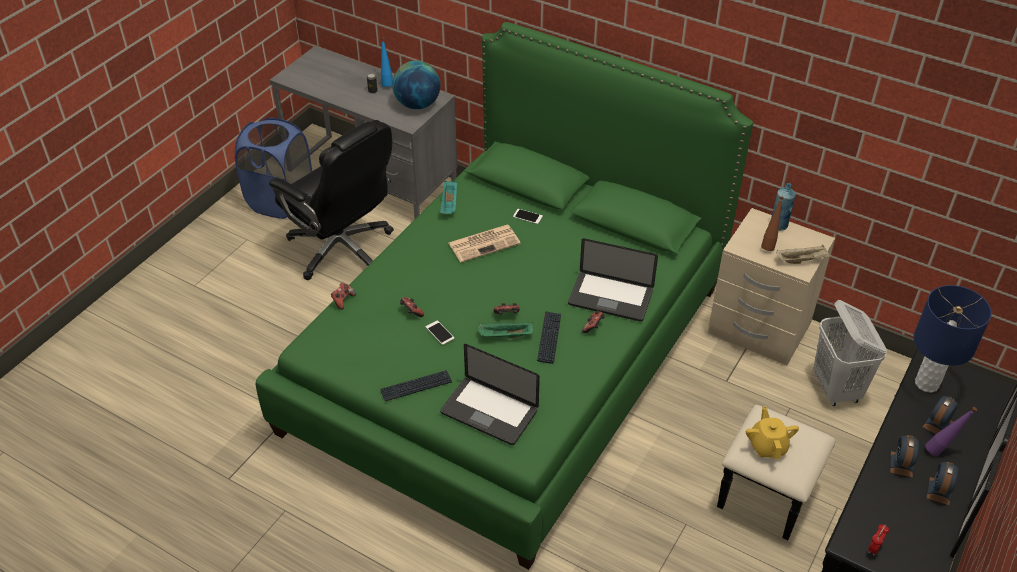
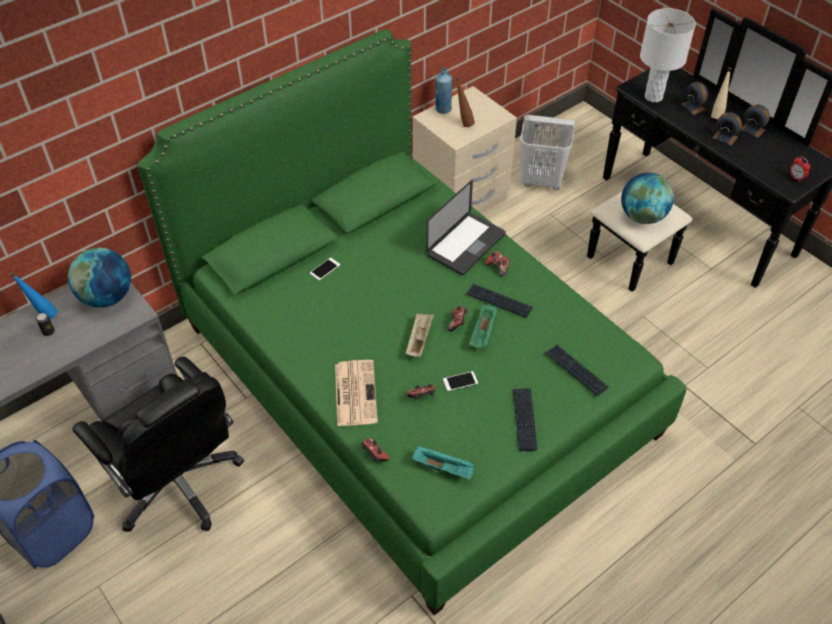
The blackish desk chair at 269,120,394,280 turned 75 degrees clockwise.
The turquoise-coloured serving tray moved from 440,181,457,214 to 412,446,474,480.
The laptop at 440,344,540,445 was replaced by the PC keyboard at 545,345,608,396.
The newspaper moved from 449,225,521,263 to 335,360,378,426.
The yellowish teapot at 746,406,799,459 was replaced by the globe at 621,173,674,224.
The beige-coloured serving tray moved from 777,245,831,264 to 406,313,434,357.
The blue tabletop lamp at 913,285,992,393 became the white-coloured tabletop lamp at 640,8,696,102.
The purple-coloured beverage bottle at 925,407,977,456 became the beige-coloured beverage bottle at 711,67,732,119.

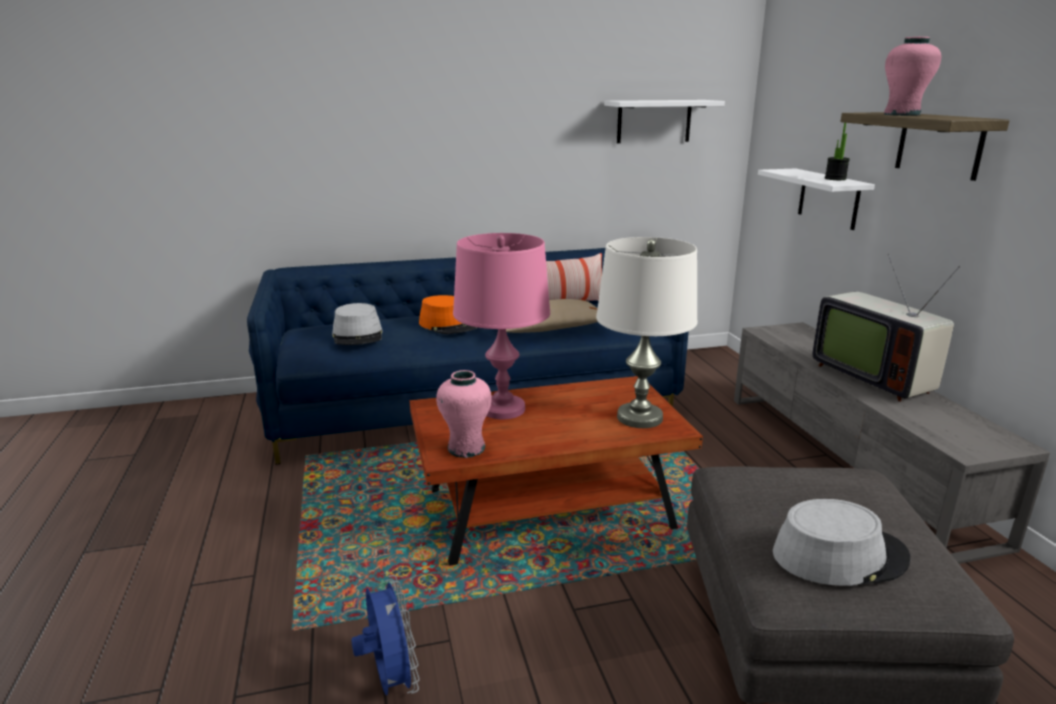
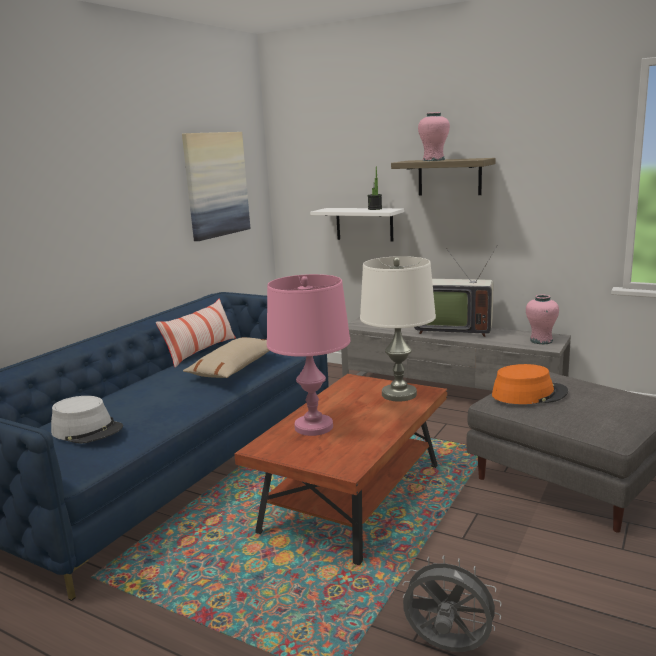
The blue fan at 351,575,420,695 became the gray fan at 402,555,502,652.
The orange hat moved from 419,295,478,334 to 492,364,568,404.
The pink decorative vase moved from 436,370,492,458 to 526,295,559,344.
The white-coloured bracket shelf at 604,100,725,143 was replaced by the wall art at 182,132,250,241.
The gray hat at 773,499,911,586 disappeared.

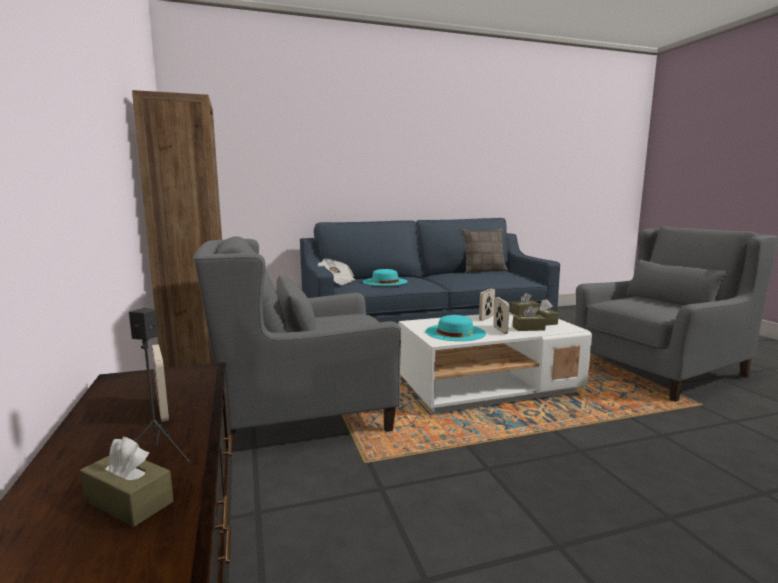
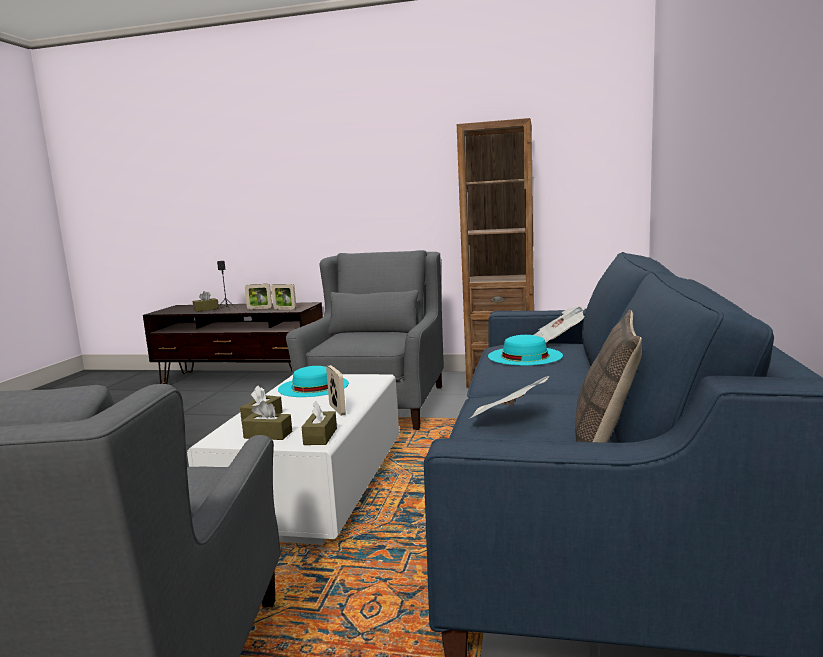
The photo frame moved from 493,297,510,334 to 271,284,296,310.
The newspaper at 469,376,549,419 appeared.

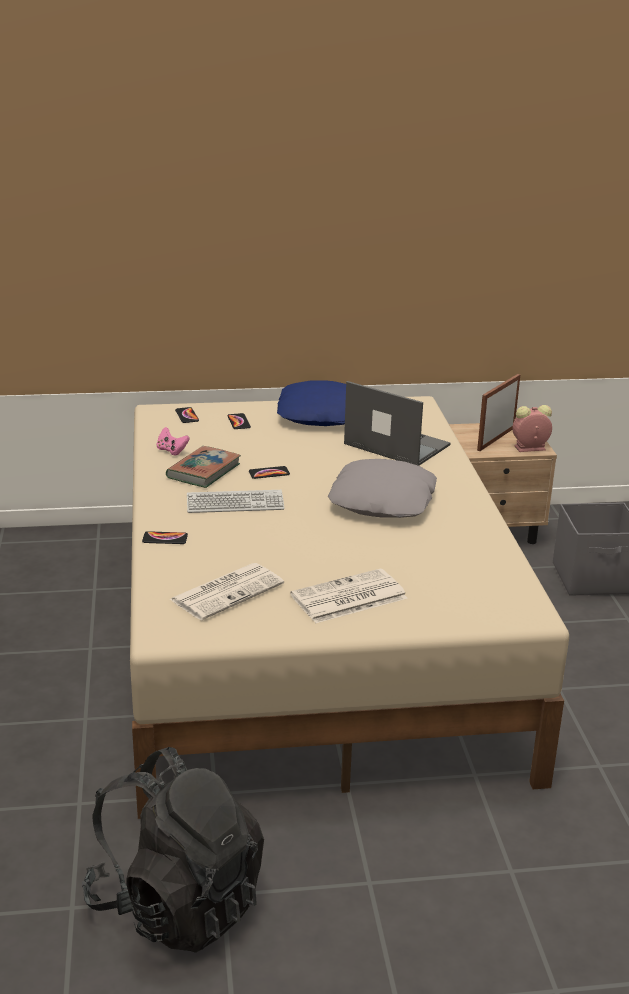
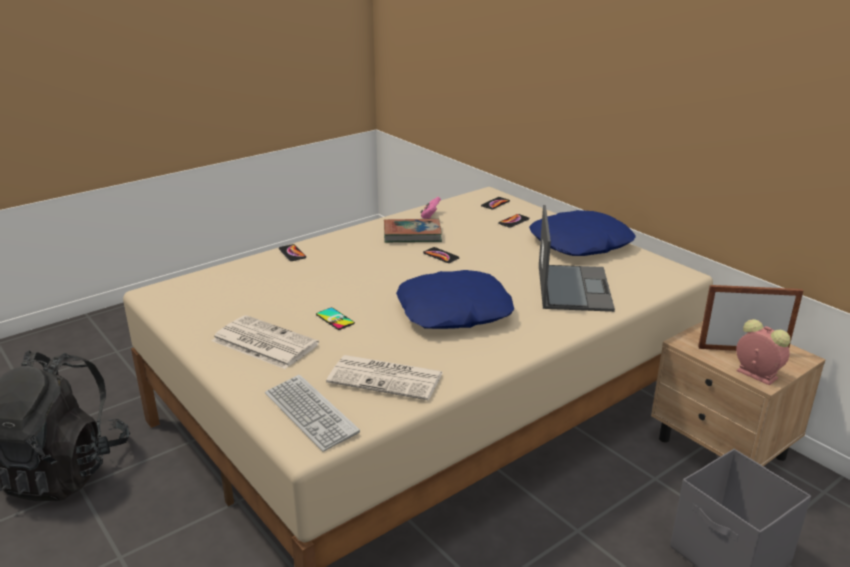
The newspaper moved from 169,563,284,621 to 326,355,443,400.
The PC keyboard moved from 187,490,285,513 to 265,375,360,452.
The gray throw pillow at 328,459,437,518 became the blue throw pillow at 396,270,514,329.
The phone at 316,308,355,330 appeared.

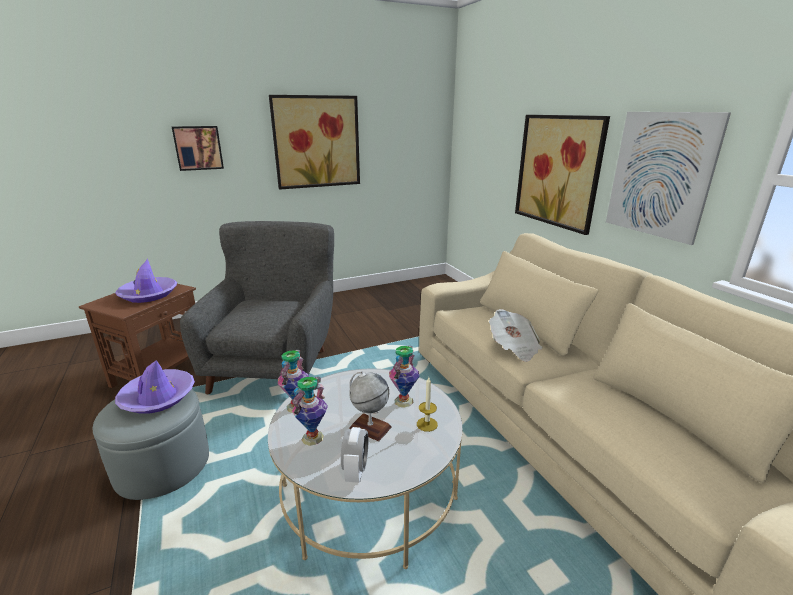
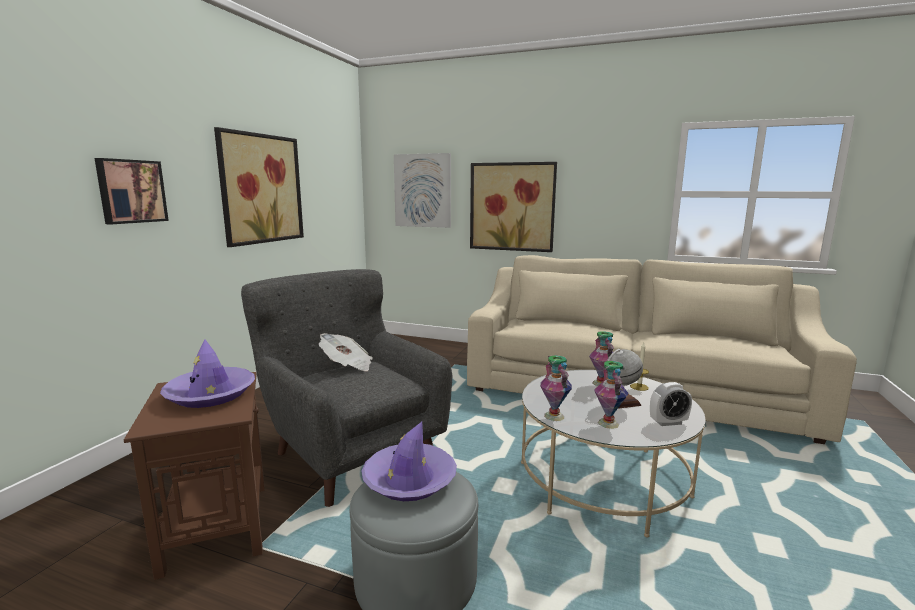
The table clock at 341,427,368,483 turned 120 degrees clockwise.
The newspaper moved from 489,309,543,362 to 319,333,373,371.
The wall art moved from 606,112,731,245 to 394,153,451,228.

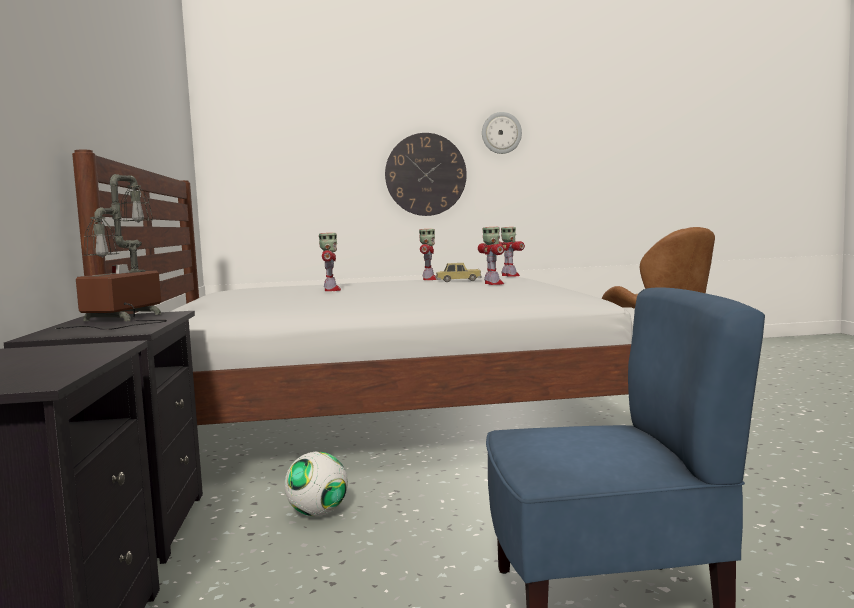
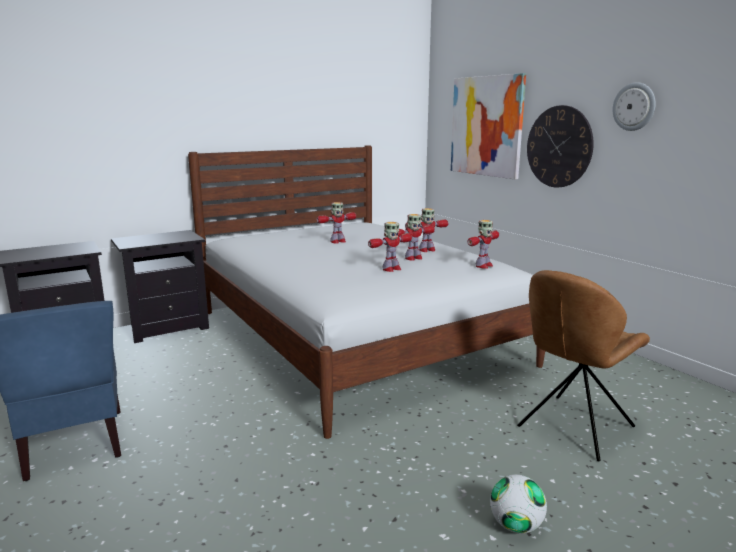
The tabletop lamp at 56,174,167,330 disappeared.
The football moved from 284,451,348,516 to 490,474,547,534.
The miniature car at 436,263,482,282 was replaced by the toy robot at 398,214,435,261.
The wall art at 451,73,526,179 appeared.

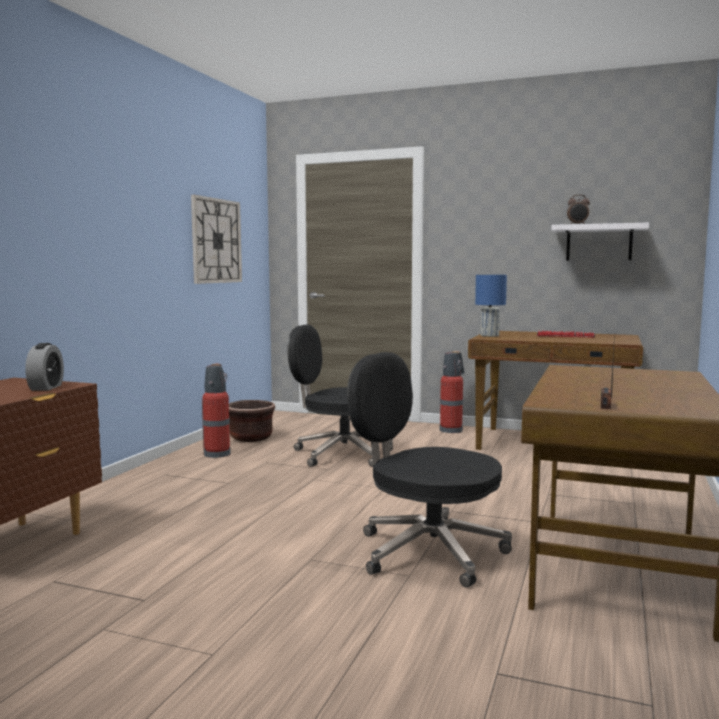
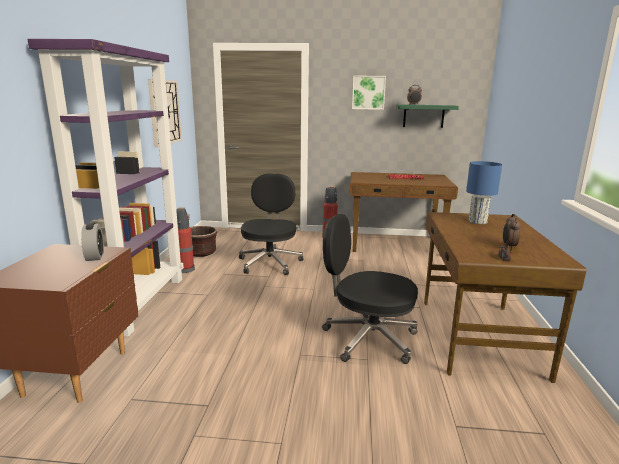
The blackish desk chair at 287,325,393,467 turned 90 degrees clockwise.
The blue tabletop lamp moved from 475,275,507,337 to 466,161,502,224.
The white-coloured bracket shelf at 551,223,649,261 became the greenish bracket shelf at 396,104,459,128.
The purple-coloured bookshelf at 28,39,184,337 appeared.
The wall art at 352,75,386,110 appeared.
The table clock at 503,214,521,249 appeared.

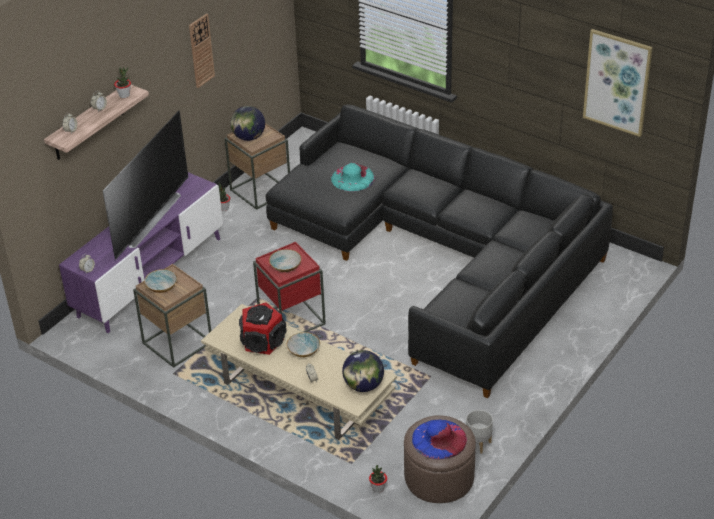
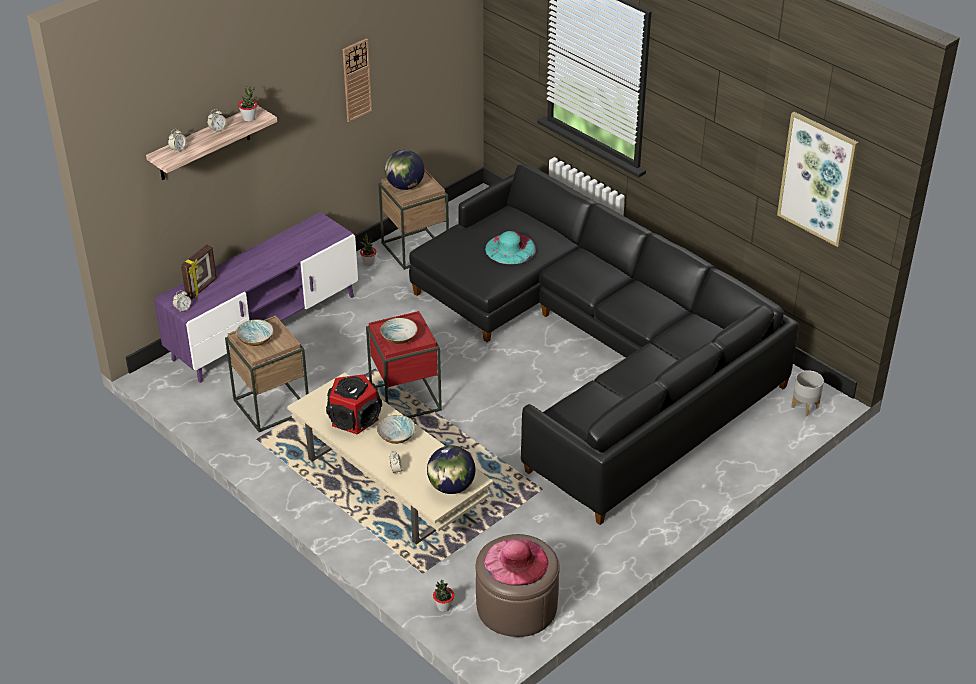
The TV at 103,111,188,260 disappeared.
The blue hat at 412,420,467,459 became the pink hat at 485,539,548,586.
The gray planter moved from 466,410,493,454 to 791,370,824,417.
The photo frame at 181,245,217,299 appeared.

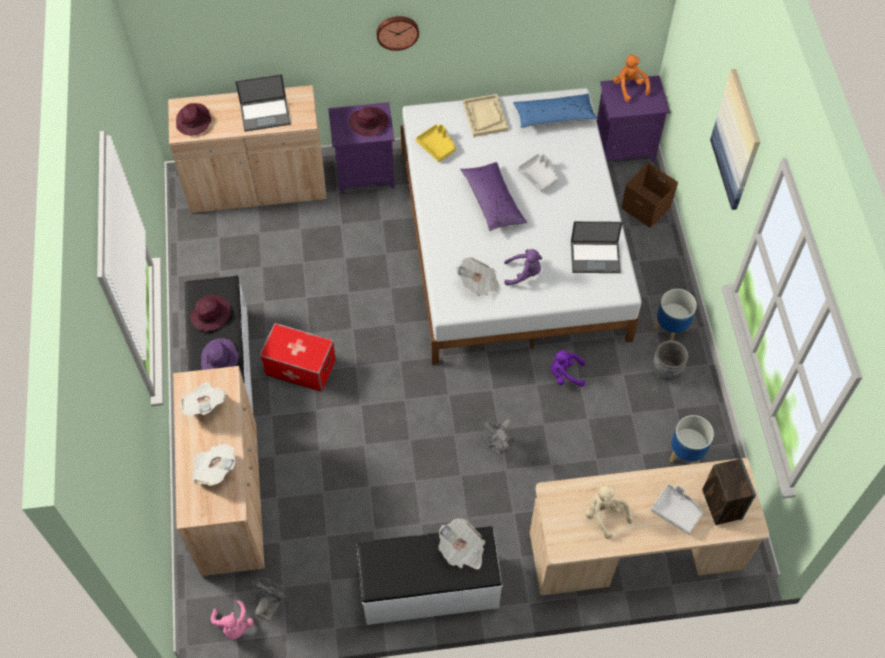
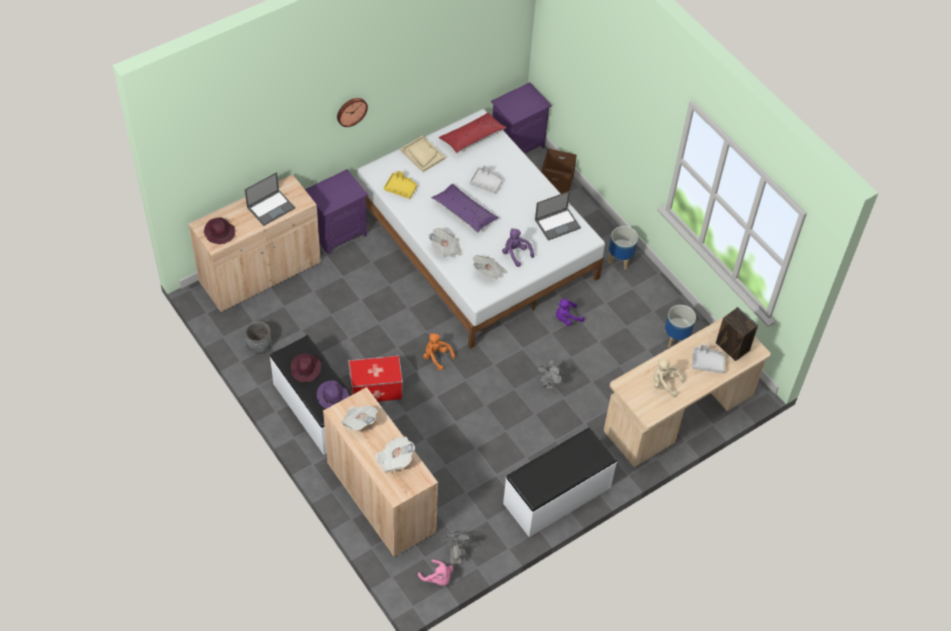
The purple-coloured hat at 349,107,388,137 disappeared.
The newspaper moved from 438,518,485,569 to 429,228,463,257.
The purple-coloured soft toy at 504,249,542,285 turned 105 degrees counterclockwise.
The blue throw pillow at 513,94,598,128 became the red throw pillow at 439,113,507,153.
The orange soft toy moved from 613,54,650,102 to 423,333,455,370.
The gray planter moved from 652,340,688,380 to 245,321,272,354.
The wall art at 710,69,760,210 disappeared.

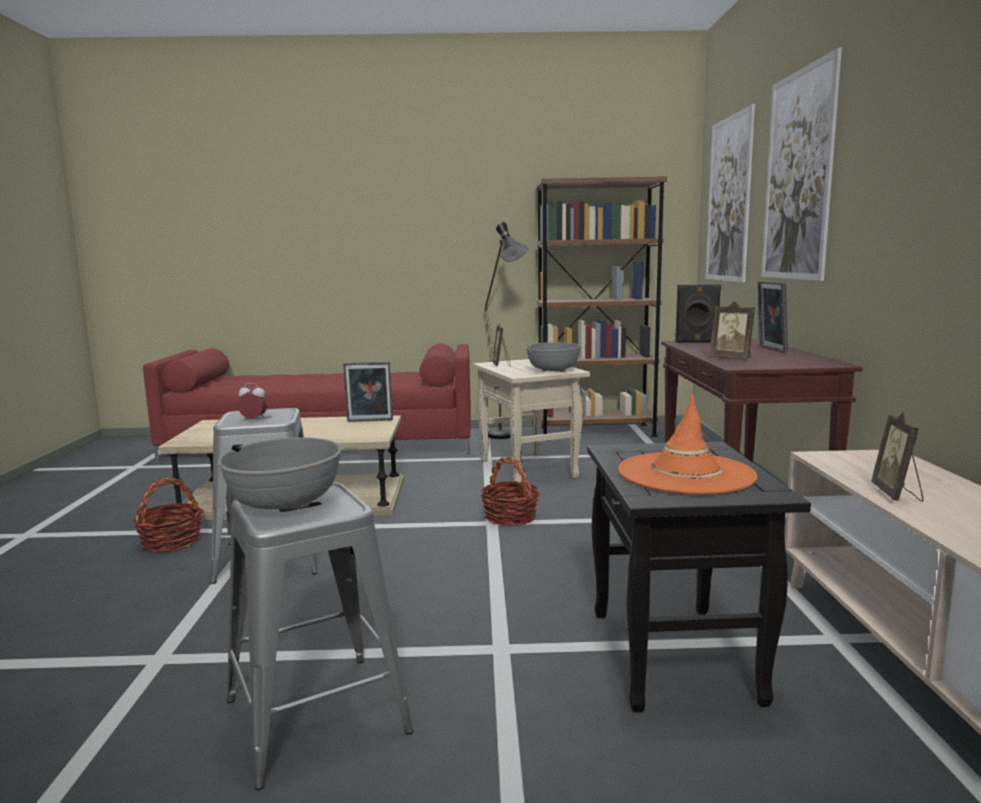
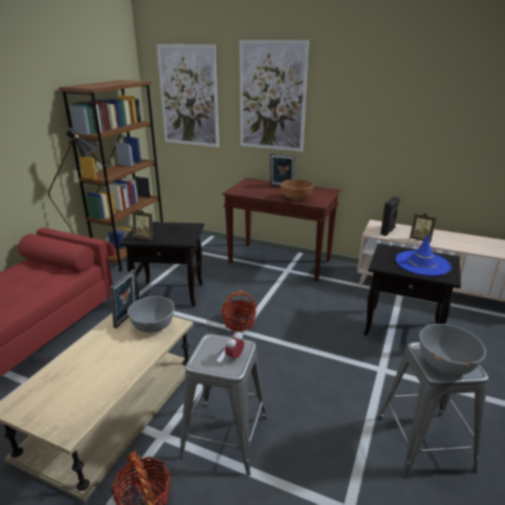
The beige-coloured end table at 473,359,590,482 became the blackish end table at 120,222,204,307.
The gray bowl moved from 526,342,581,372 to 127,296,175,333.
The orange hat at 618,394,757,495 became the blue hat at 396,234,452,276.
The blackish loudspeaker moved from 675,284,721,343 to 381,196,400,236.
The photo frame at 710,301,755,358 was replaced by the brown bowl at 280,179,314,201.

